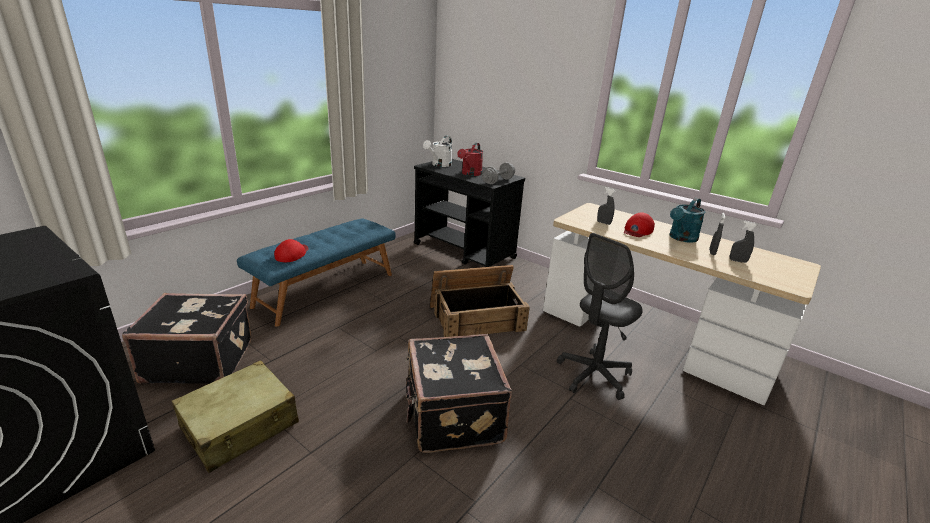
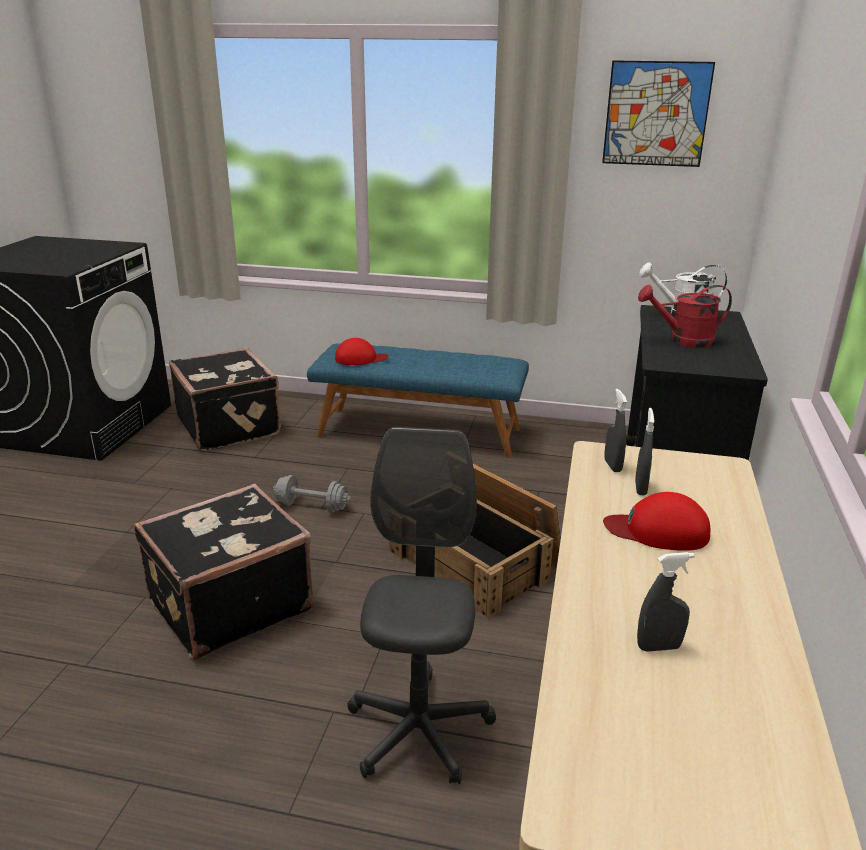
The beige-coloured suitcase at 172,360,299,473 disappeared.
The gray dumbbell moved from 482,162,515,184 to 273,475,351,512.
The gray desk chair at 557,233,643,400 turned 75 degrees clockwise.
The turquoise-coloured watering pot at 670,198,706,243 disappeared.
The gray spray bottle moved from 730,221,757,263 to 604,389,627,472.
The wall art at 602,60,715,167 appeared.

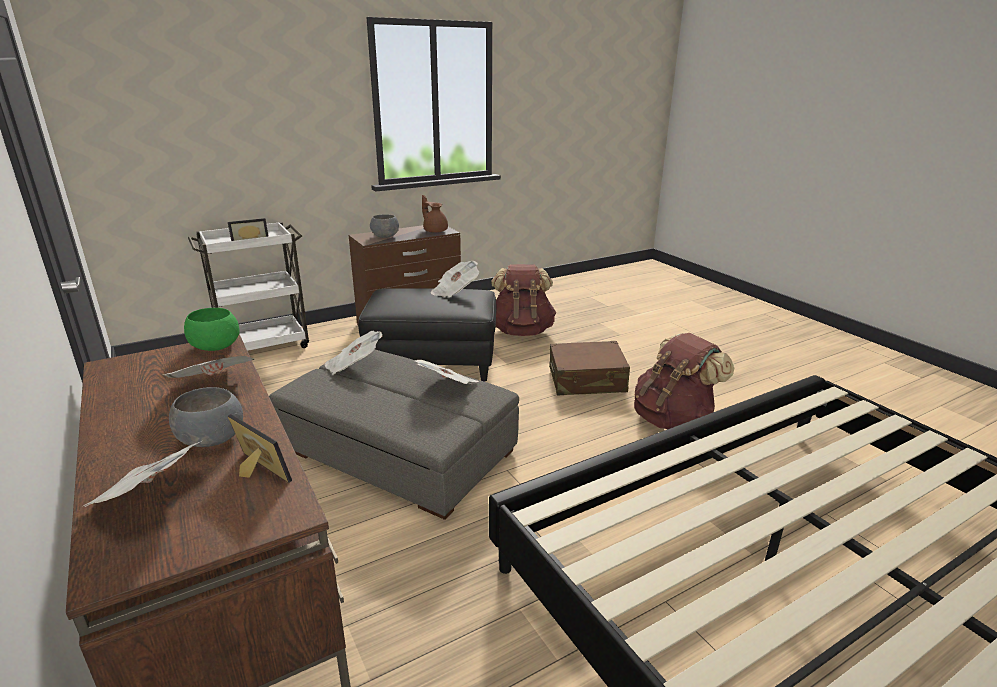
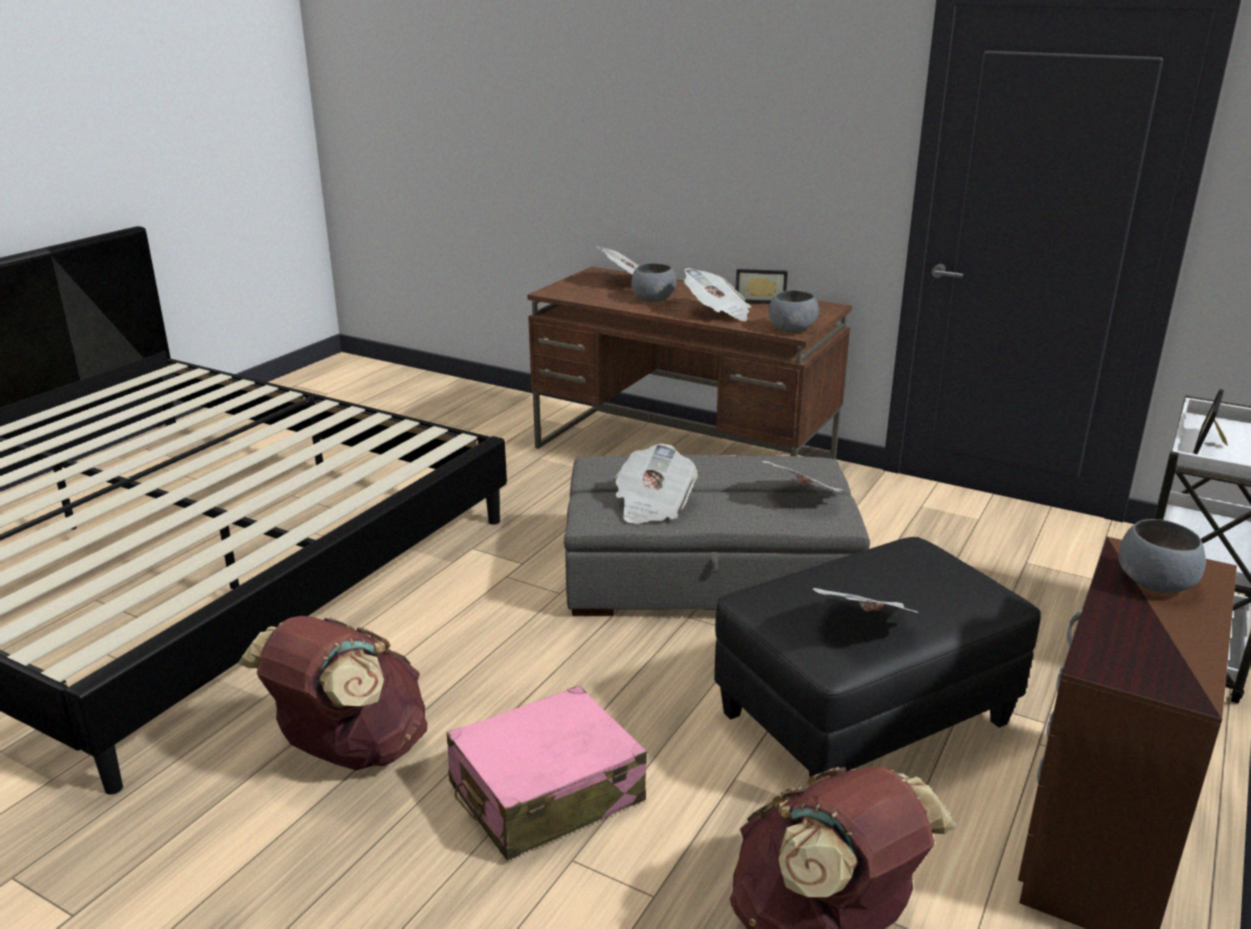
The greenish bowl at 184,308,240,351 became the gray bowl at 768,290,819,332.
The photo frame moved from 228,414,292,483 to 735,269,788,304.
The brown teapot at 422,195,448,233 disappeared.
The brown suitcase at 549,341,630,395 became the pink suitcase at 447,686,647,860.

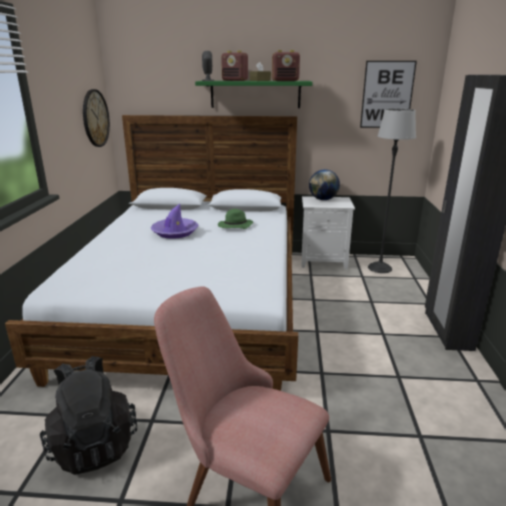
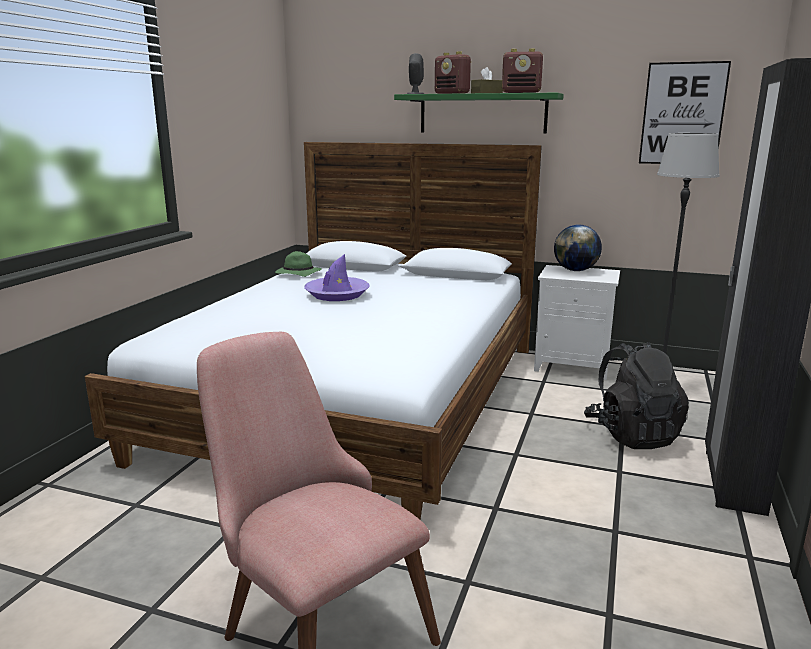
The blackish rucksack moved from 40,356,137,475 to 584,342,689,449.
The hanging clock at 83,89,110,147 disappeared.
The greenish hat moved from 218,209,253,229 to 275,251,322,277.

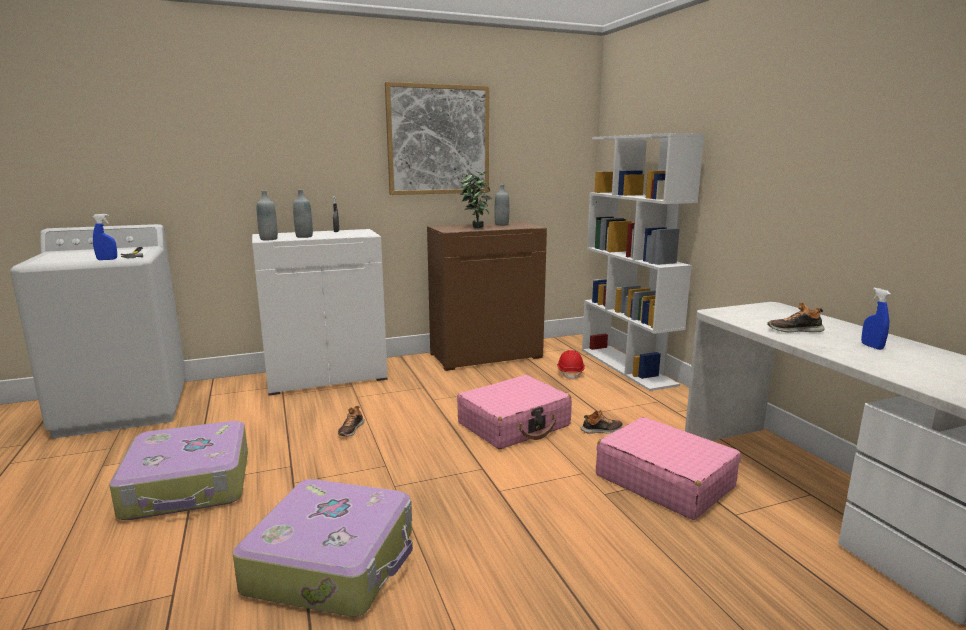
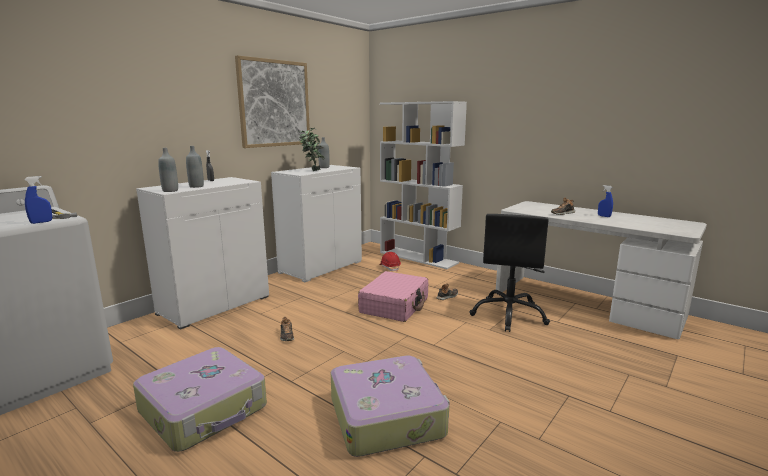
The brown cupboard at 427,222,547,371 became the white-coloured cupboard at 271,165,362,282.
The pink suitcase at 596,417,741,520 was replaced by the blackish desk chair at 469,214,550,332.

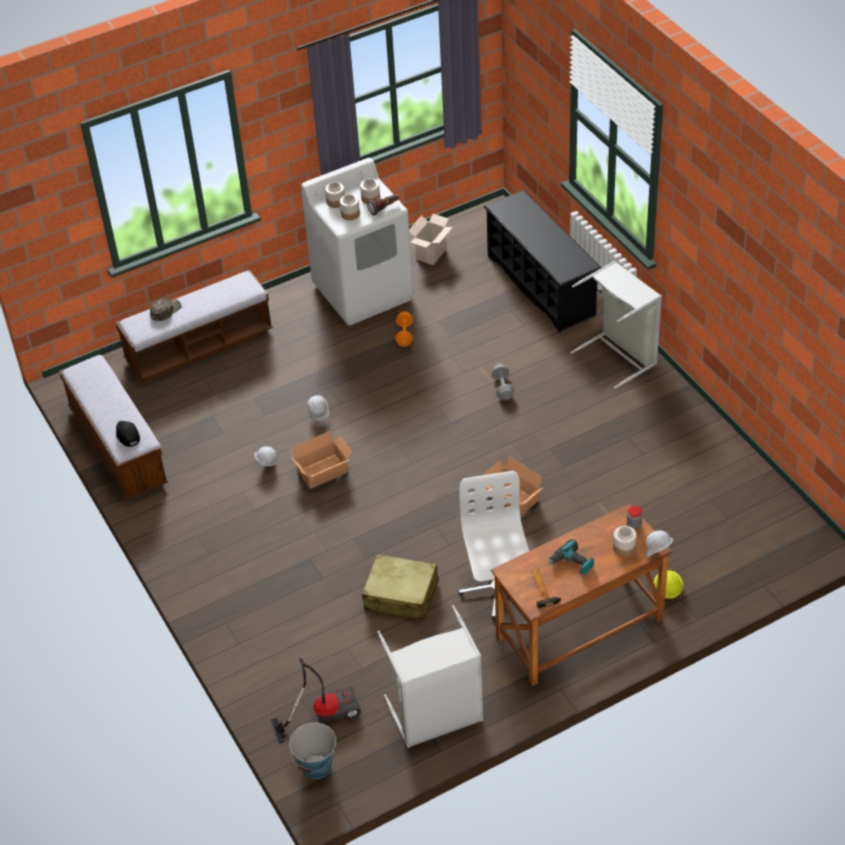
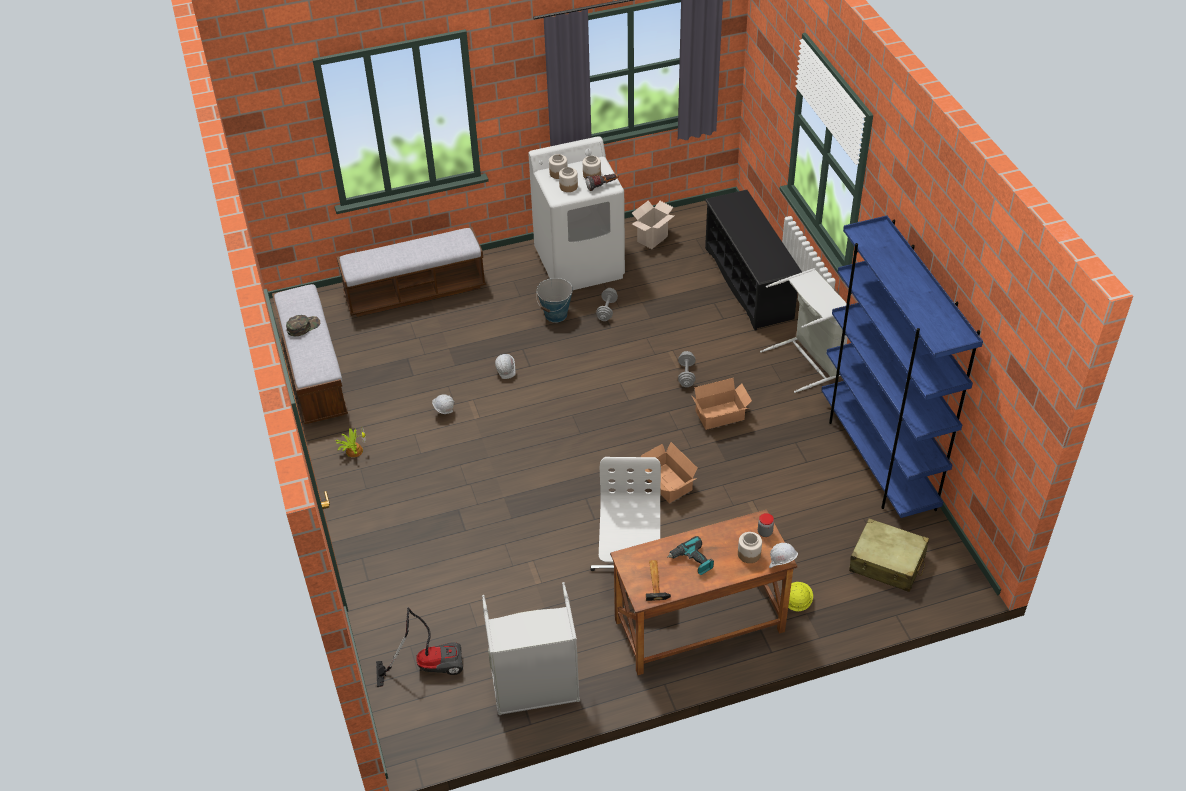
The blackish peaked cap at 116,421,140,447 disappeared.
The greenish peaked cap moved from 150,299,182,321 to 286,315,320,336.
The bucket moved from 289,723,336,779 to 536,278,573,323.
The packing box moved from 290,431,352,489 to 691,378,752,430.
The beige-coloured suitcase moved from 362,554,438,620 to 849,518,929,592.
The orange dumbbell at 395,311,413,347 became the gray dumbbell at 596,288,618,321.
The houseplant at 335,428,366,457 appeared.
The blue bookshelf at 821,216,983,518 appeared.

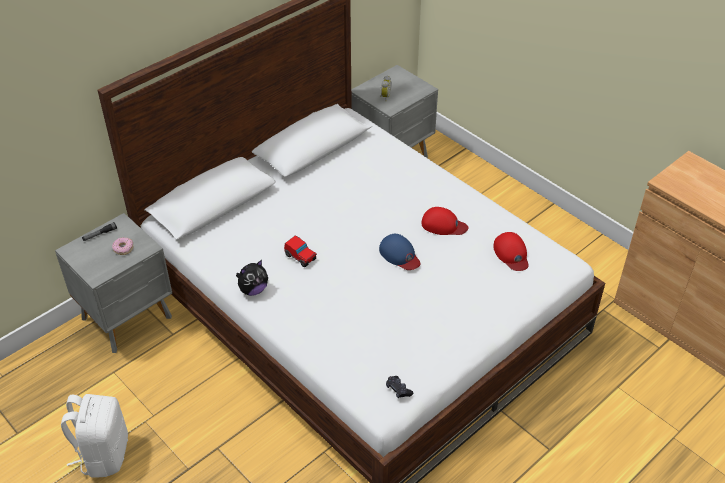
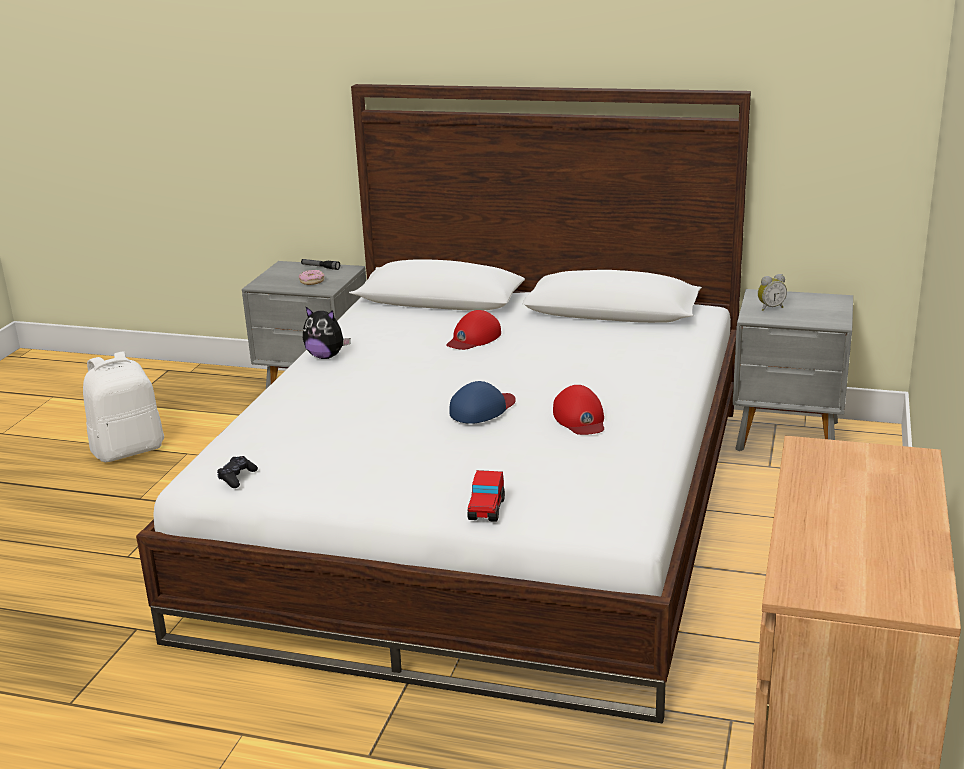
The miniature car moved from 284,235,317,267 to 467,470,505,522.
The blue peaked cap at 379,234,420,270 turned 150 degrees counterclockwise.
The red peaked cap moved from 493,232,529,271 to 446,310,501,350.

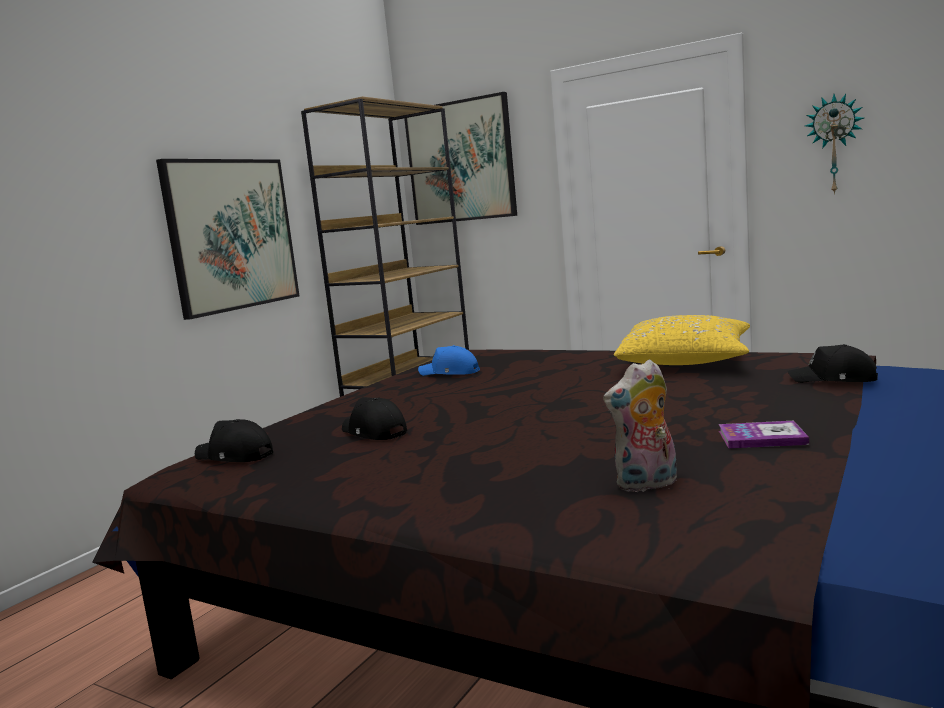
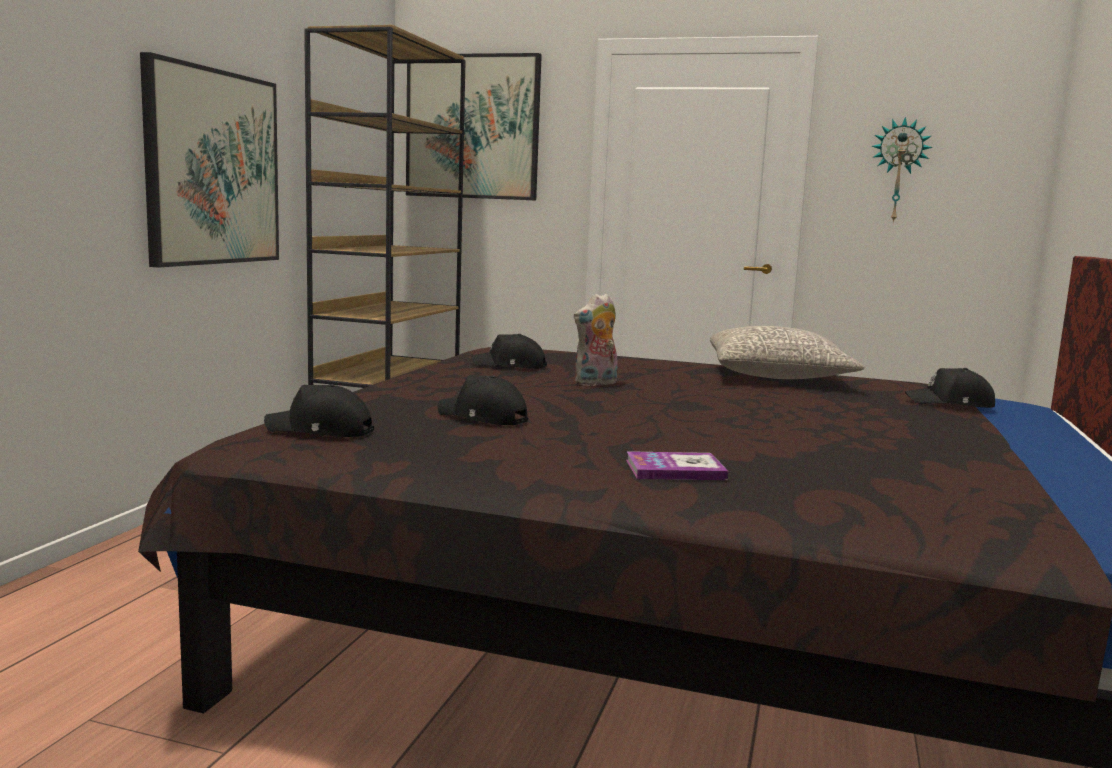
The blue peaked cap at 418,345,480,376 became the blackish peaked cap at 471,334,547,369.
The soft toy moved from 603,359,677,493 to 574,293,618,386.
The yellowish throw pillow at 614,315,750,365 became the gray throw pillow at 710,326,865,379.
The book moved from 719,421,809,448 to 626,451,729,480.

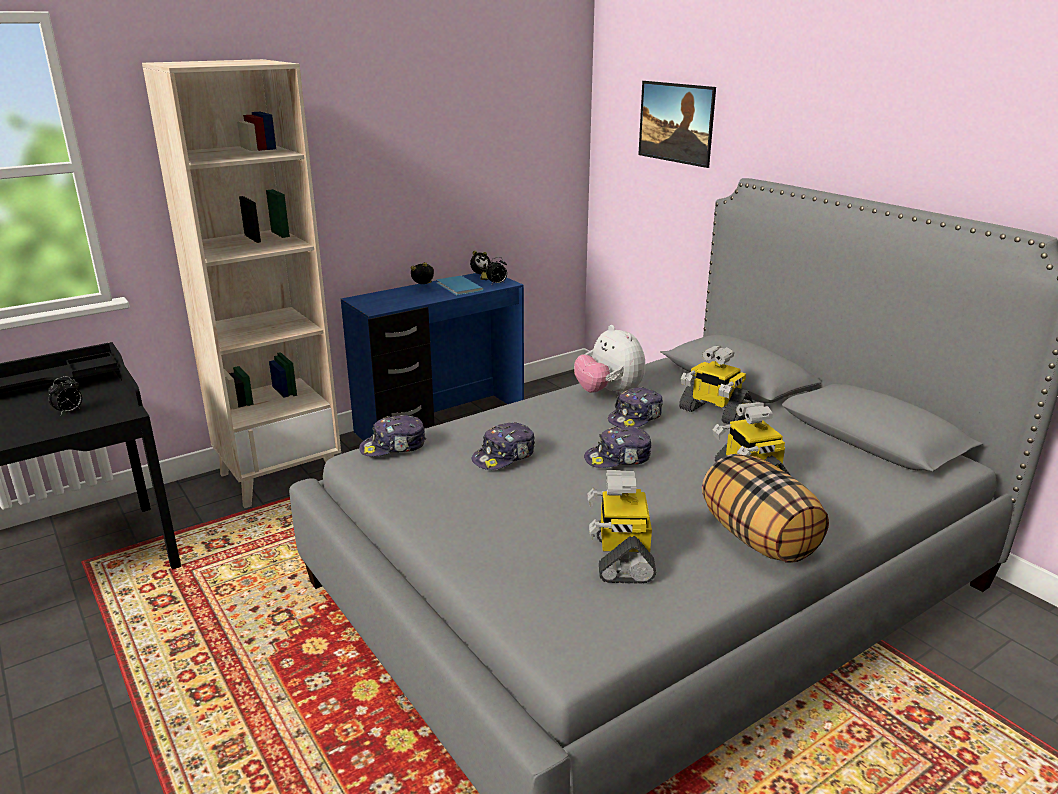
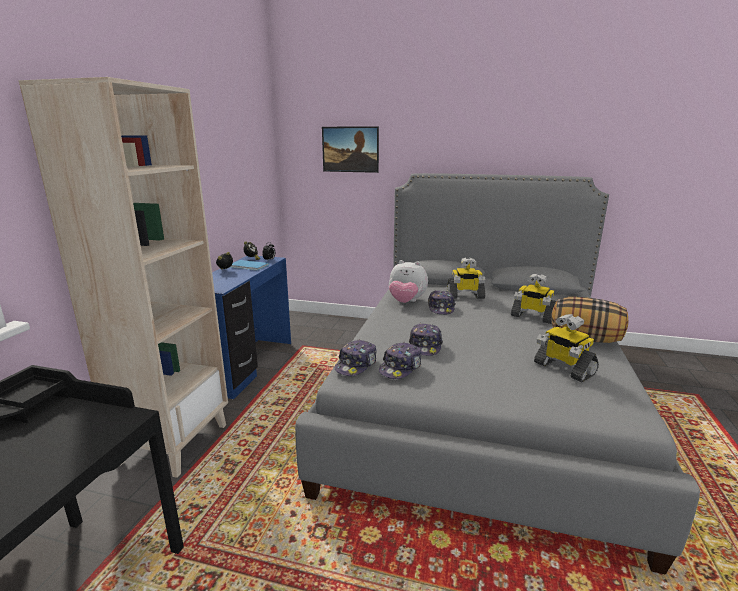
The table clock at 48,376,82,415 disappeared.
The peaked cap moved from 584,426,652,468 to 379,342,422,379.

